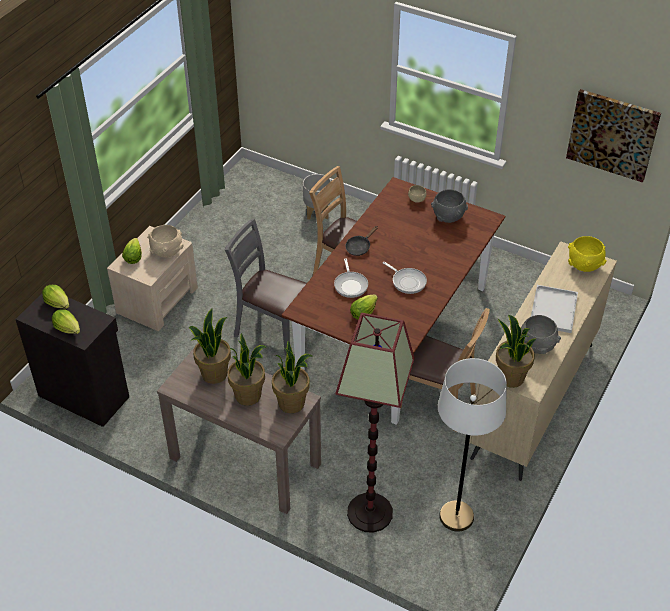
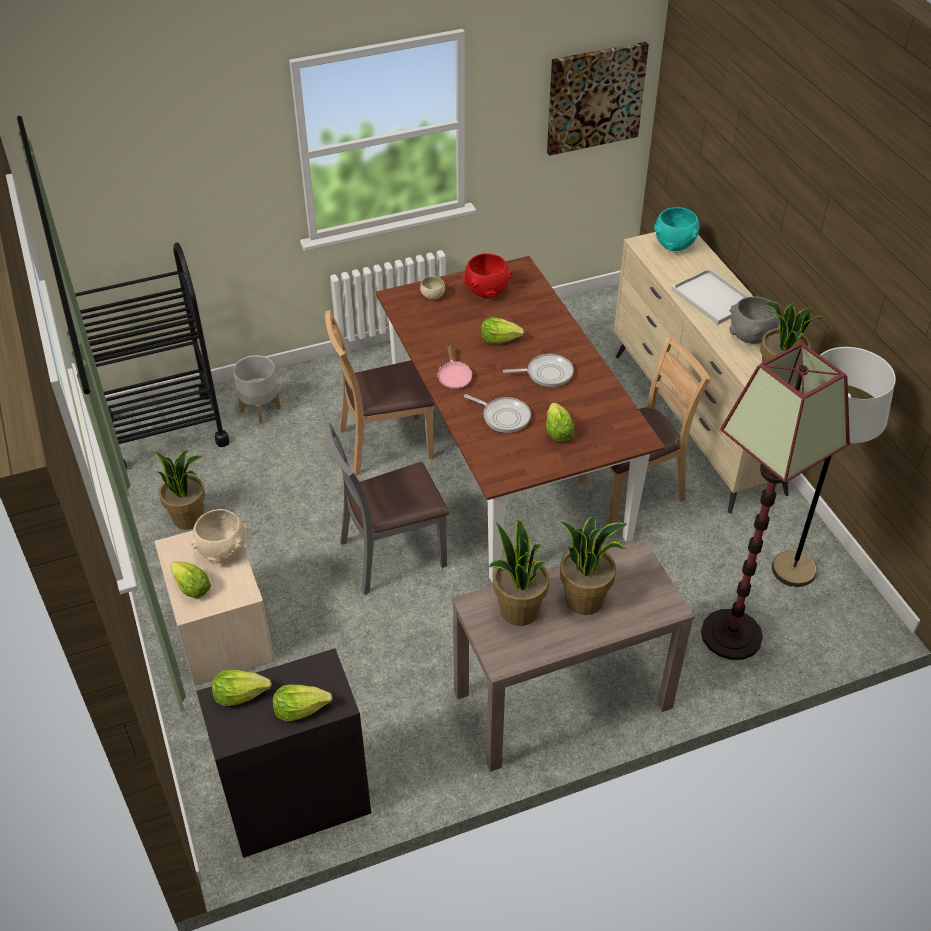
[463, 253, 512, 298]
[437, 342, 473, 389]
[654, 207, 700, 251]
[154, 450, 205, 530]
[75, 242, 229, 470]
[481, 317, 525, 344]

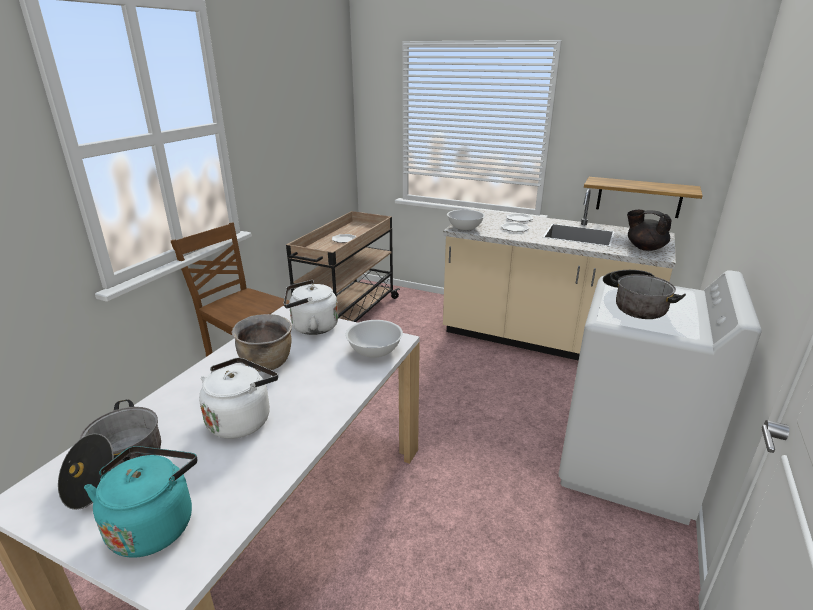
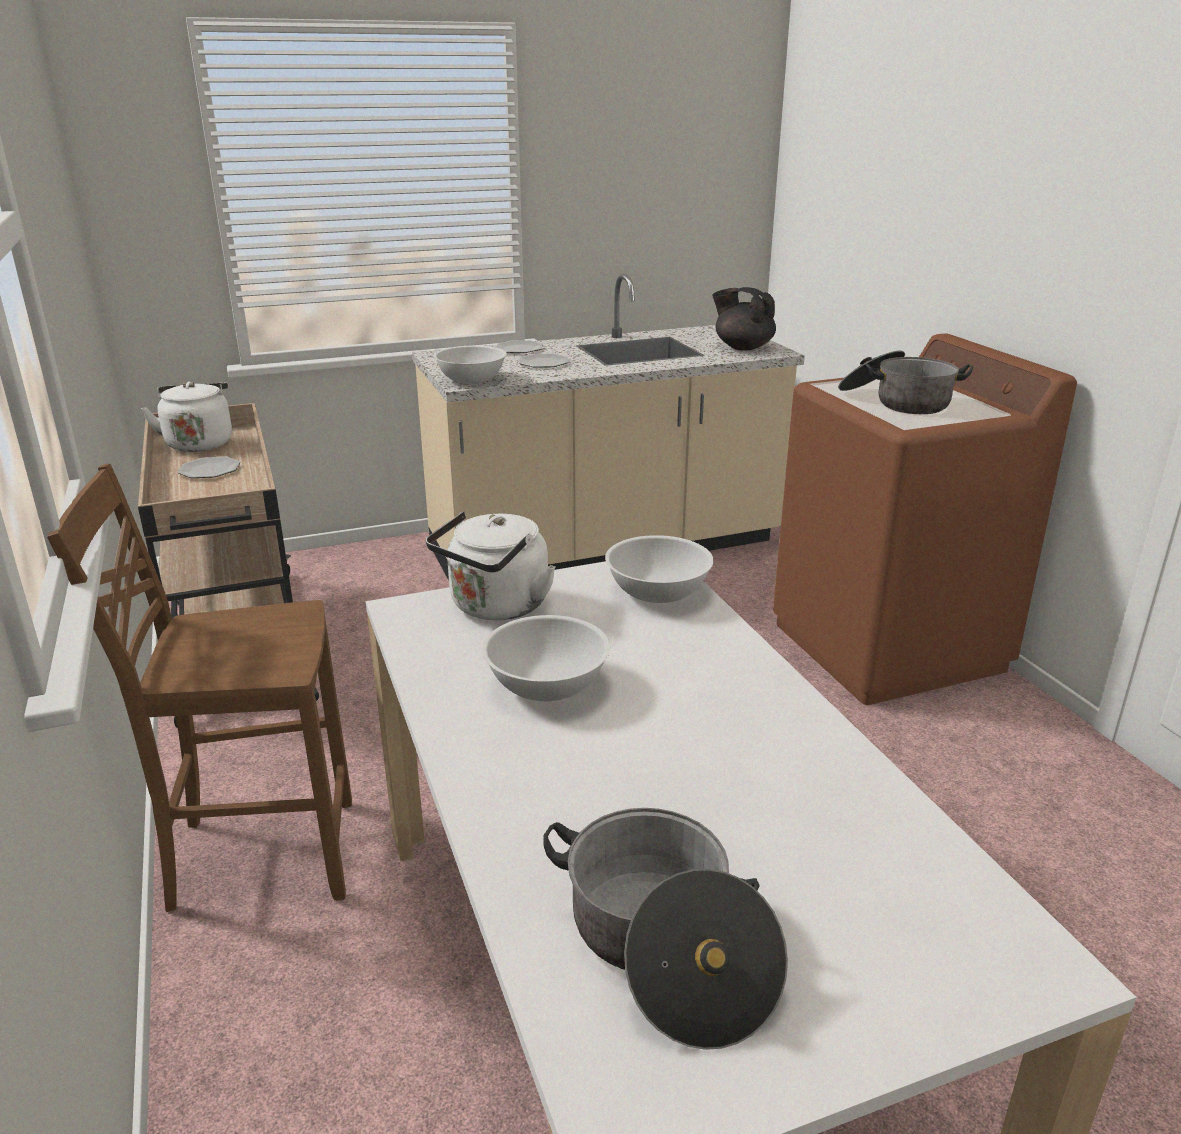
[584, 177, 703, 218] (first image)
[712, 287, 776, 350]
[773, 333, 1077, 705]
[482, 615, 610, 701]
[141, 382, 232, 452]
[84, 446, 197, 558] (first image)

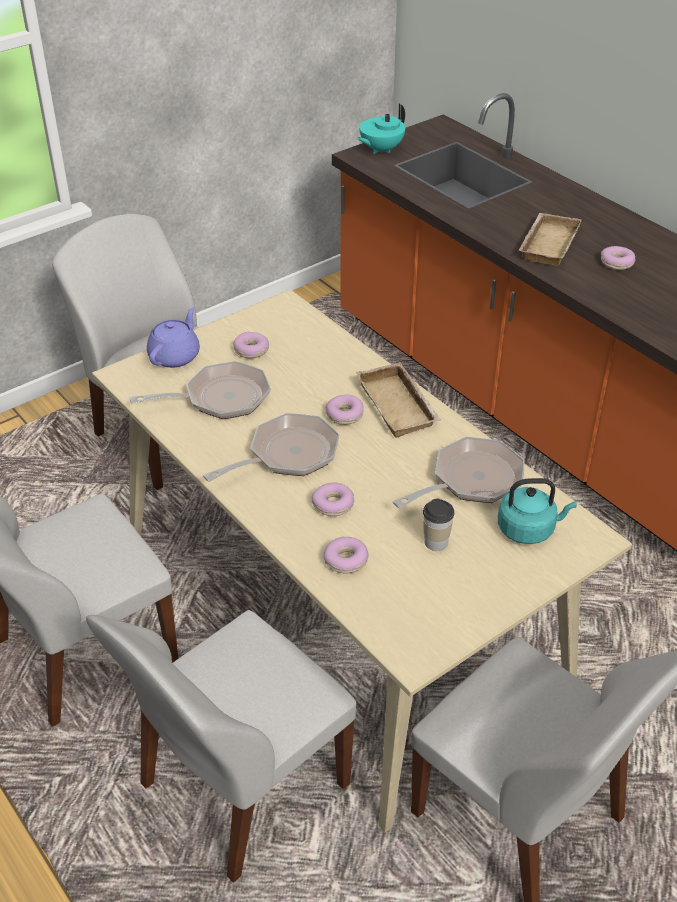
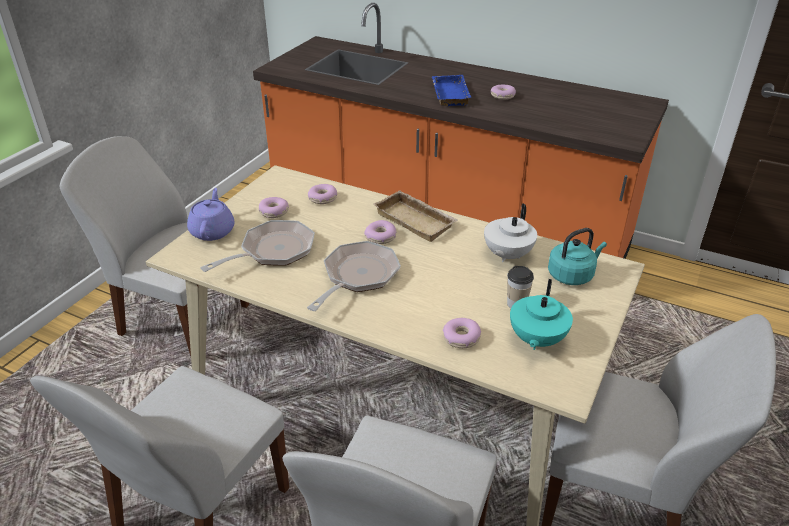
[510, 279, 573, 350]
[432, 75, 471, 106]
[484, 203, 537, 262]
[308, 184, 337, 204]

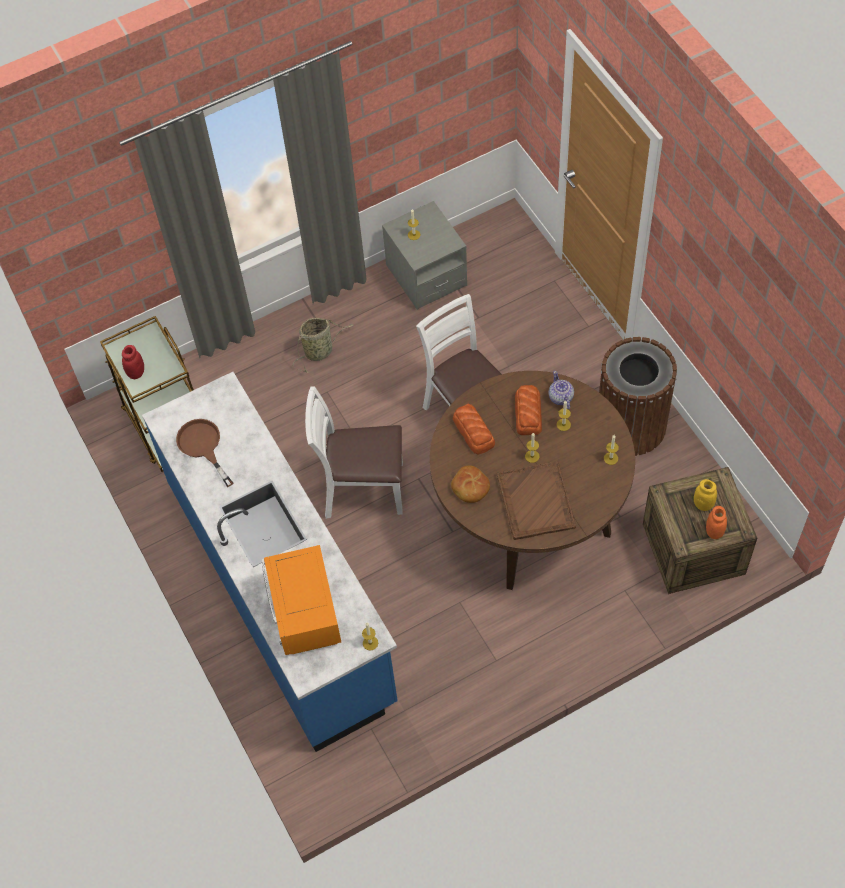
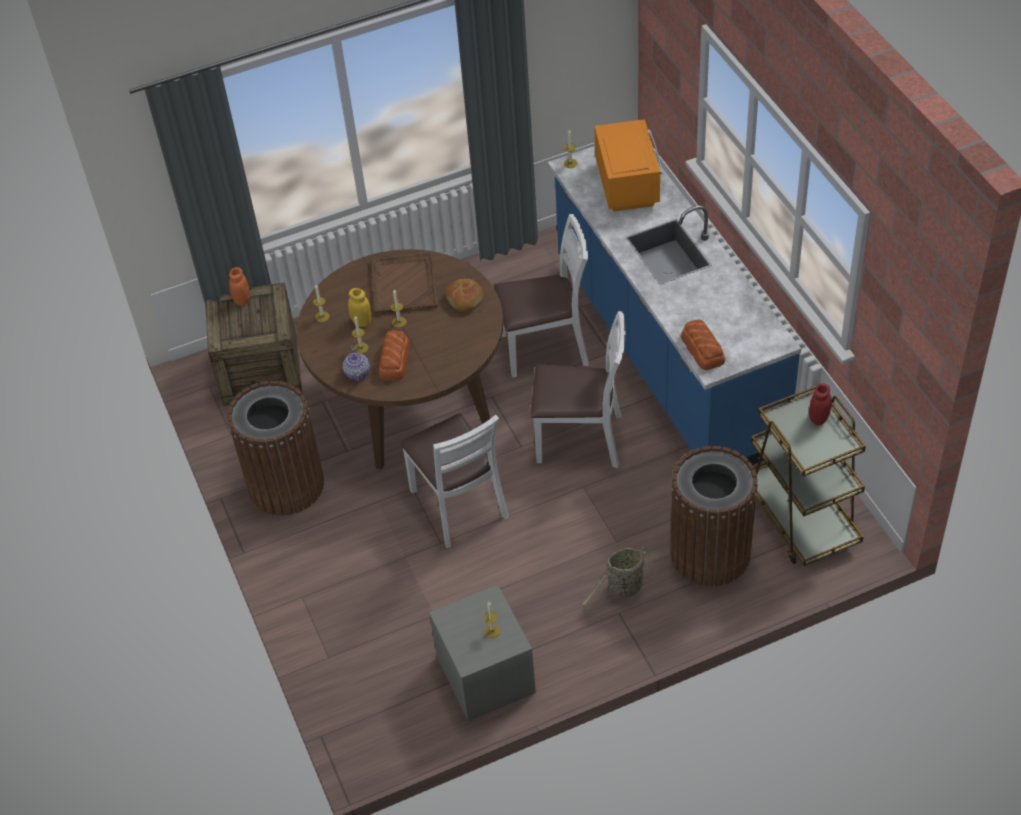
[681, 320, 725, 370]
[176, 419, 233, 487] (first image)
[348, 288, 372, 327]
[494, 214, 589, 378]
[670, 446, 758, 586]

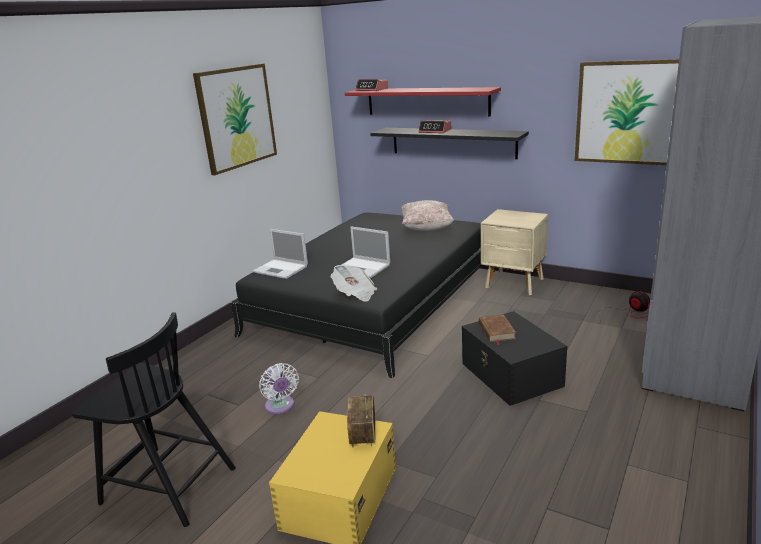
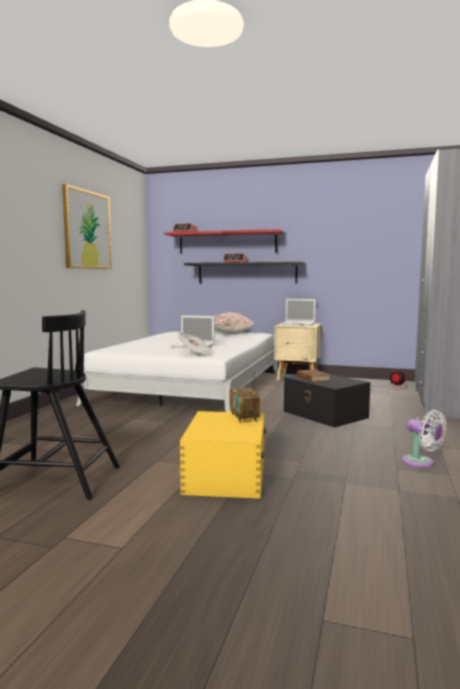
[575, 59, 679, 165] (first image)
[76, 331, 278, 412]
[281, 299, 316, 326]
[402, 410, 446, 468]

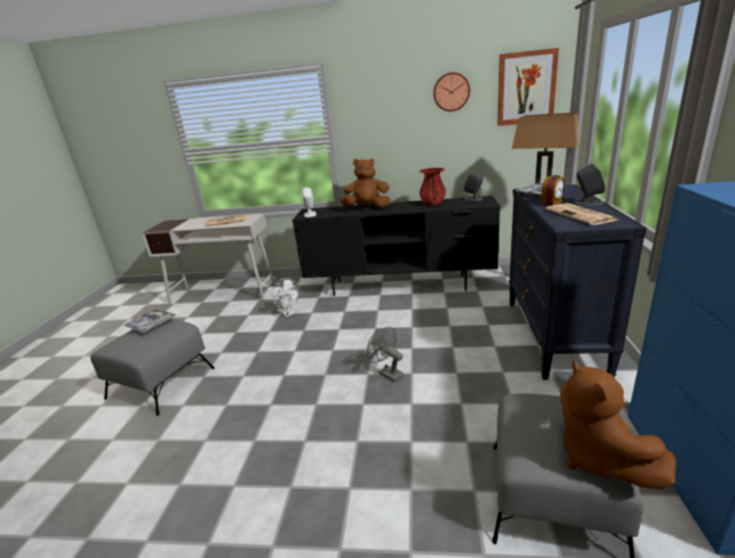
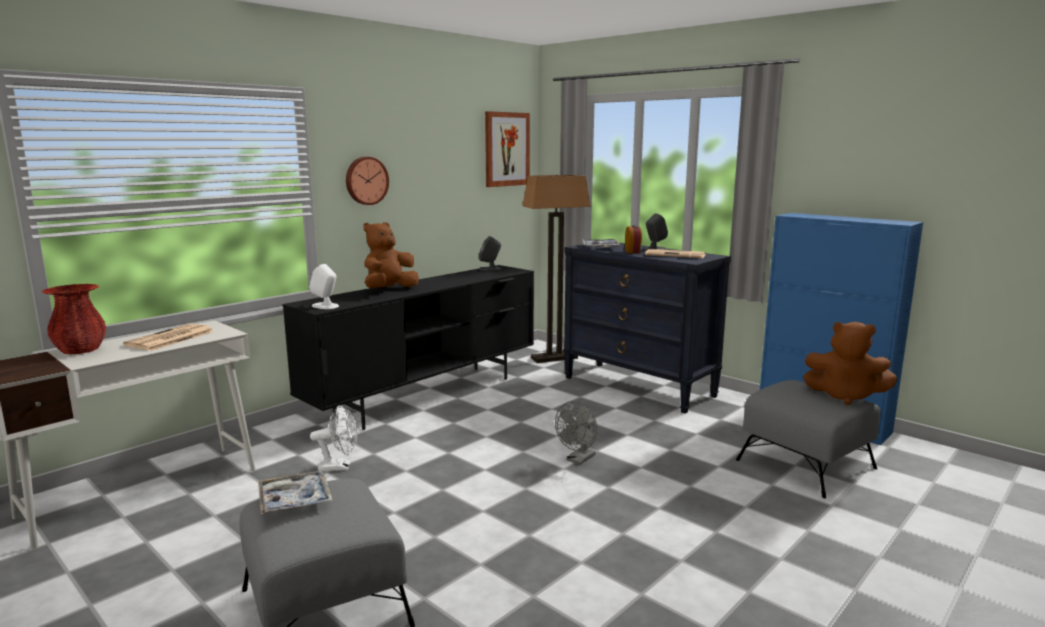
[346, 157, 389, 205]
[42, 284, 106, 354]
[555, 401, 597, 465]

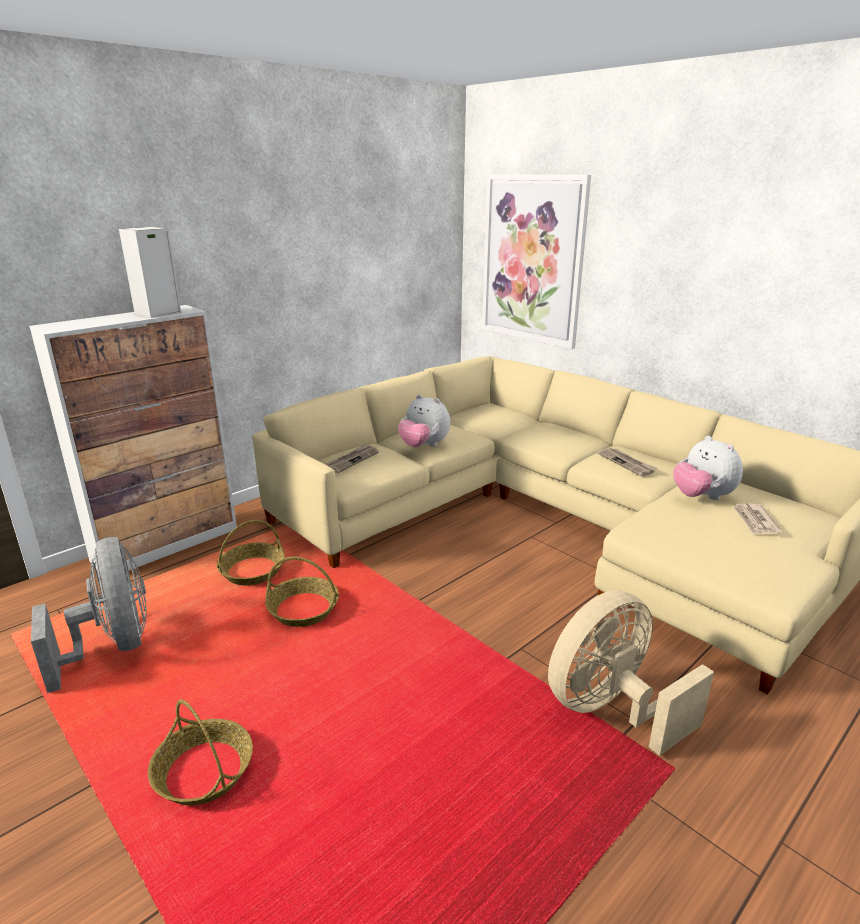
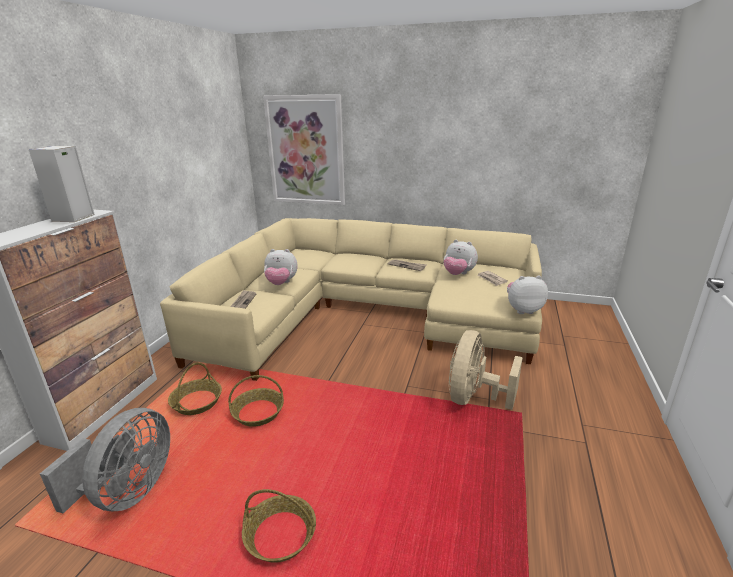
[40, 408, 170, 514]
[507, 275, 548, 314]

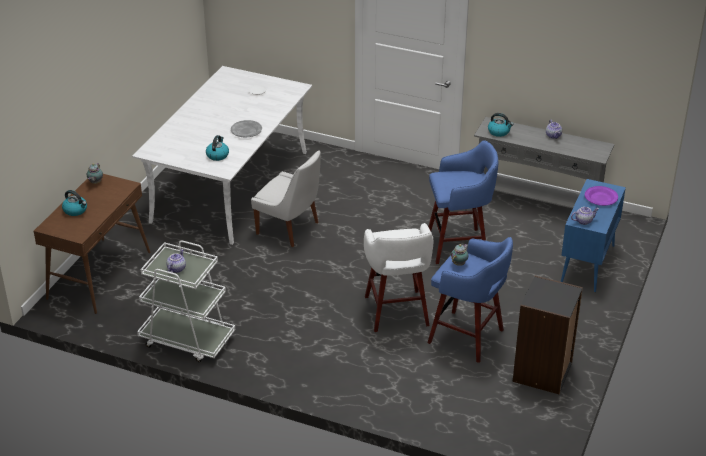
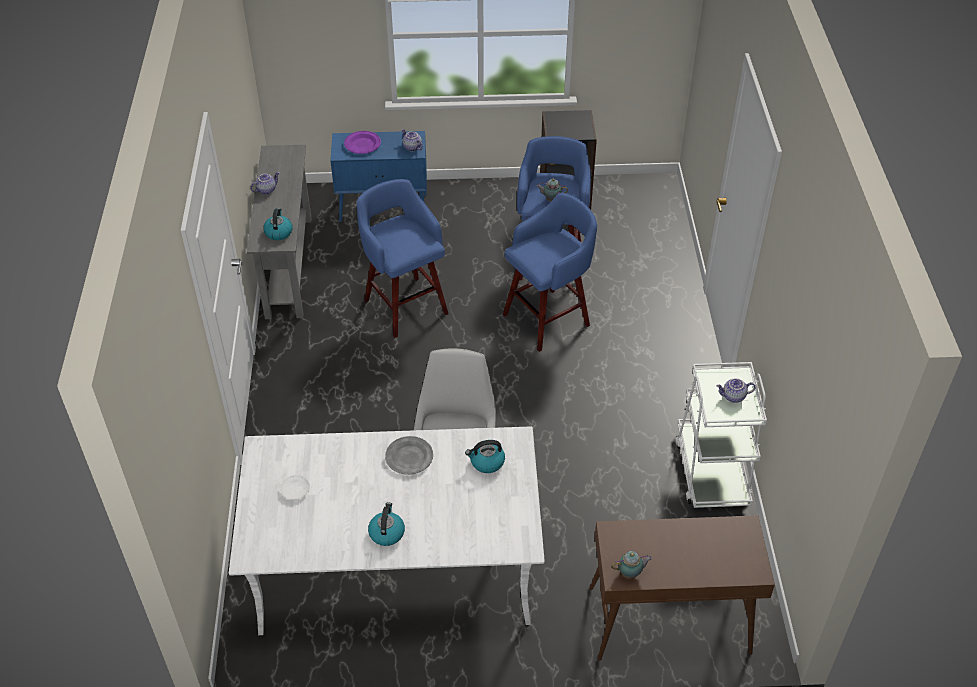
[368, 502, 405, 546]
[503, 192, 597, 352]

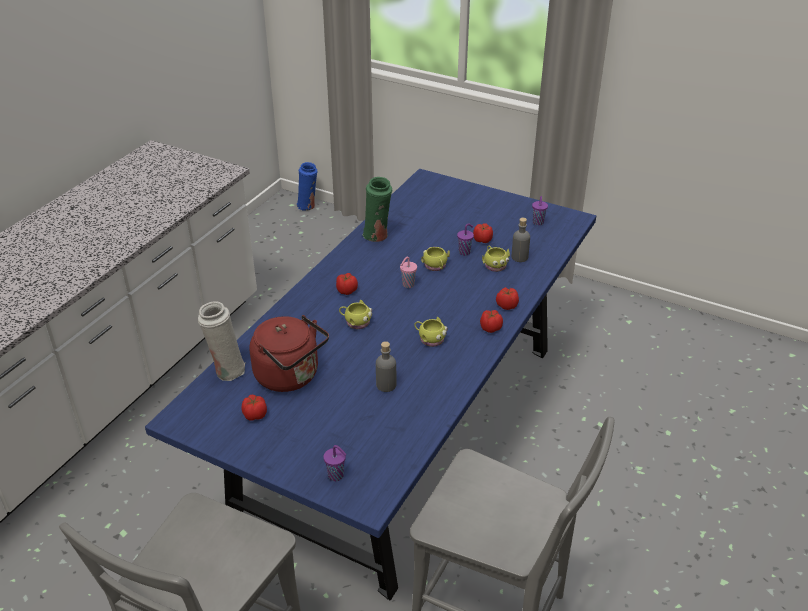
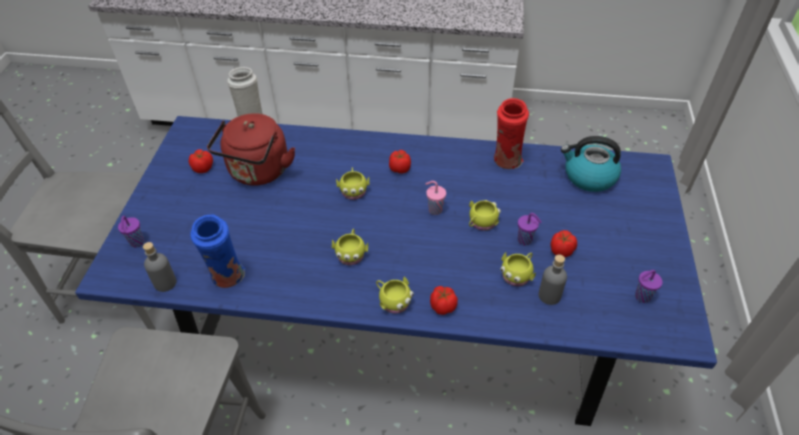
[190, 214, 245, 288]
[494, 98, 529, 169]
[376, 277, 414, 314]
[143, 242, 176, 292]
[561, 136, 621, 192]

